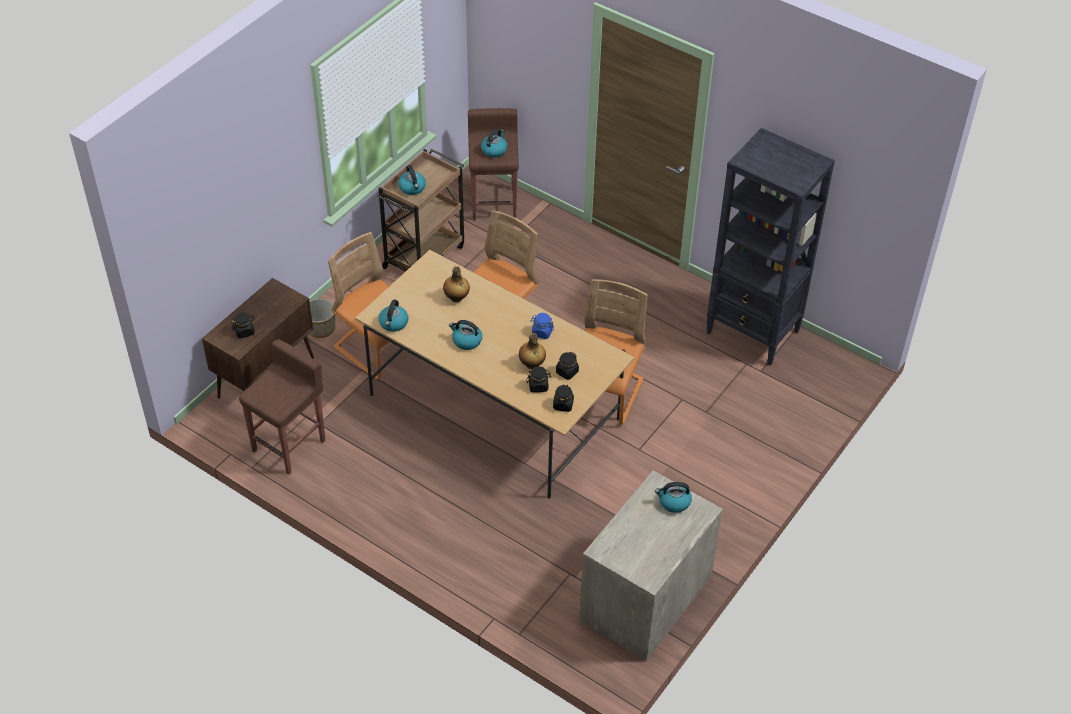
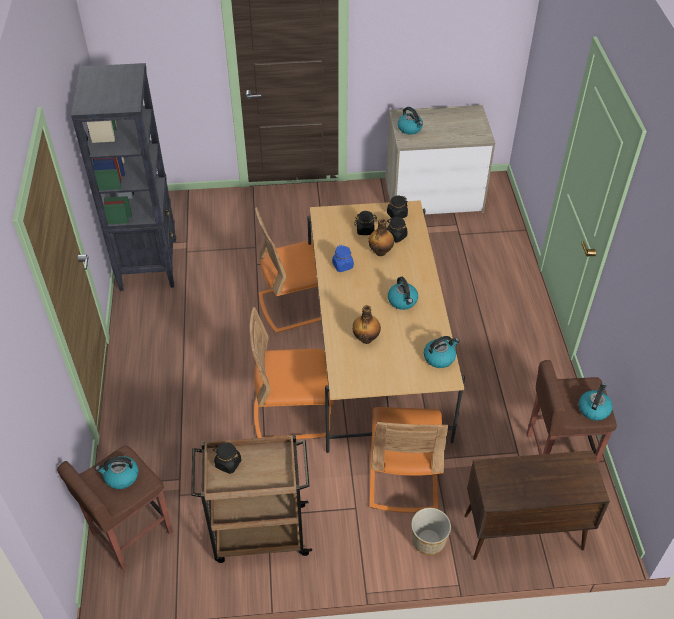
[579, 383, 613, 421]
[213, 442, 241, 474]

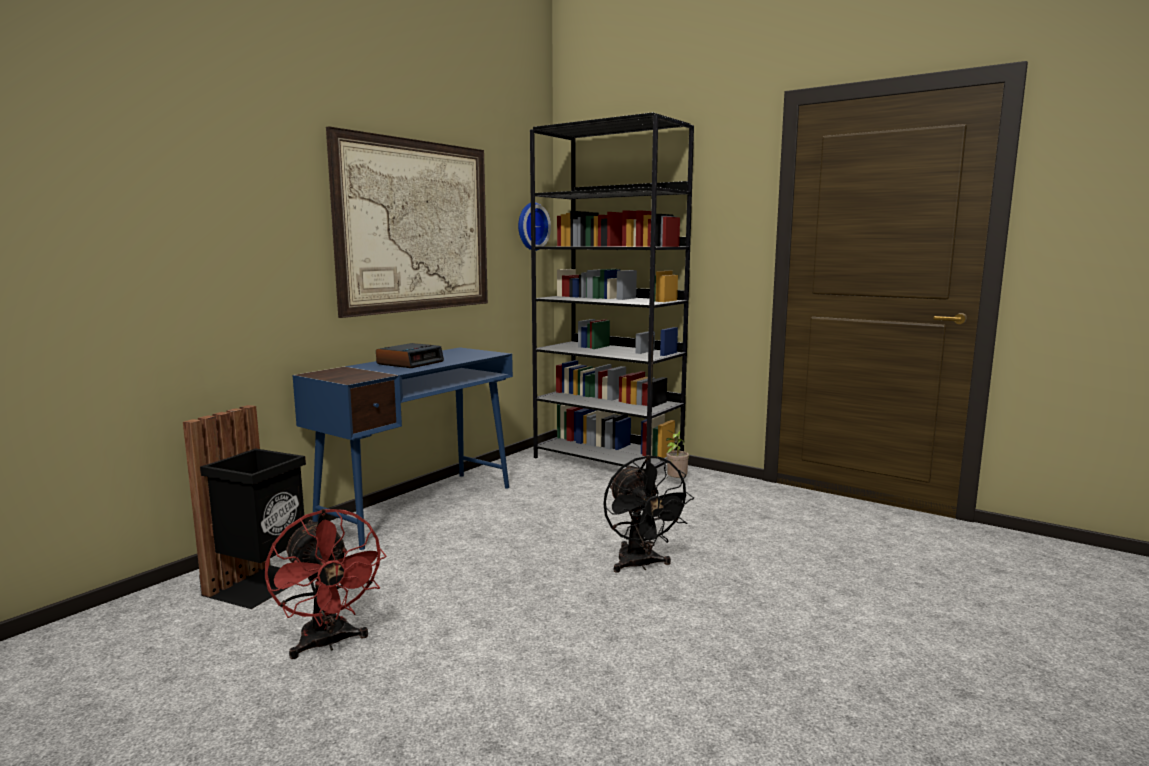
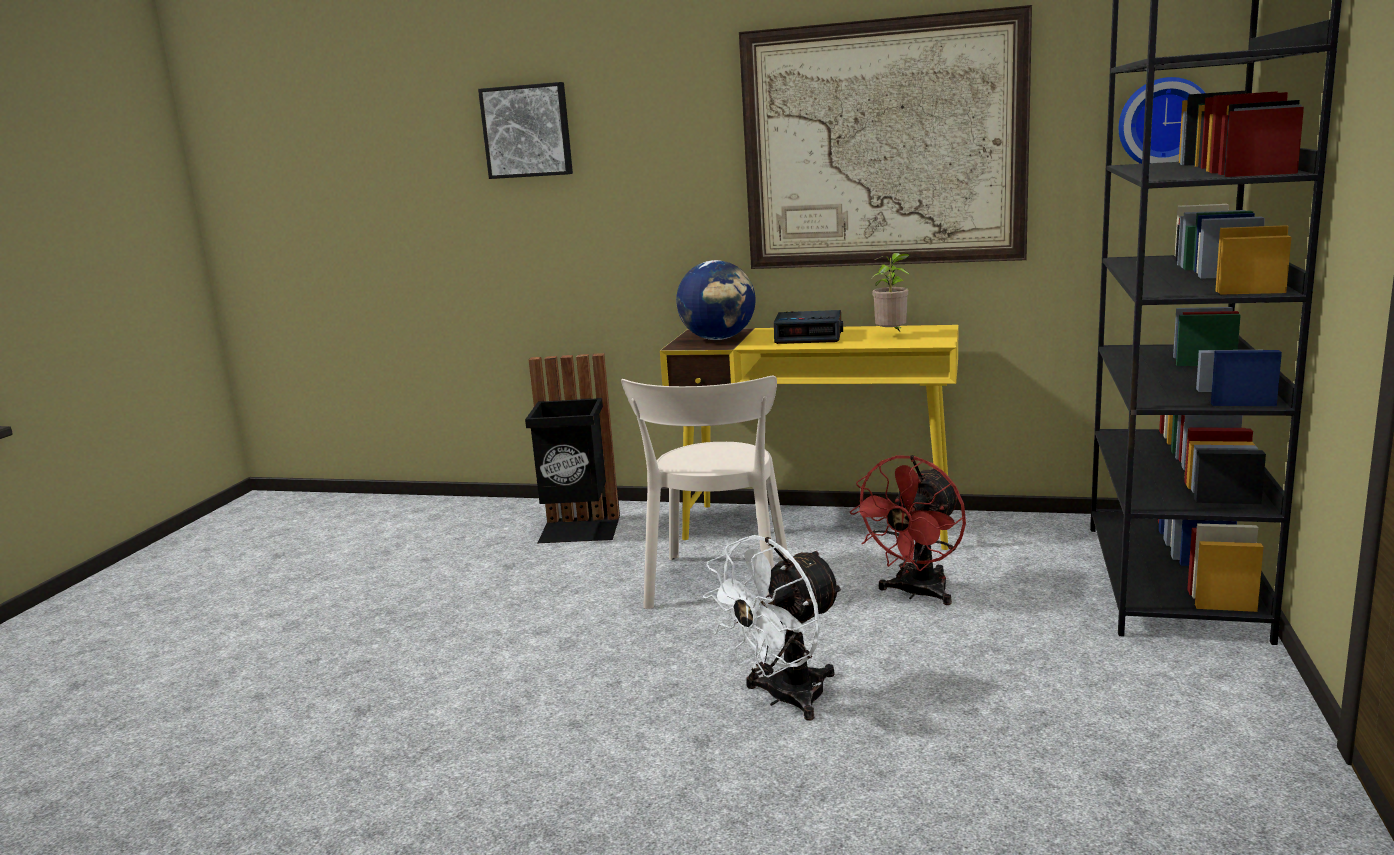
[660, 325, 958, 550]
[871, 253, 910, 331]
[703, 535, 843, 720]
[850, 455, 966, 605]
[478, 82, 573, 179]
[676, 260, 755, 340]
[621, 376, 788, 609]

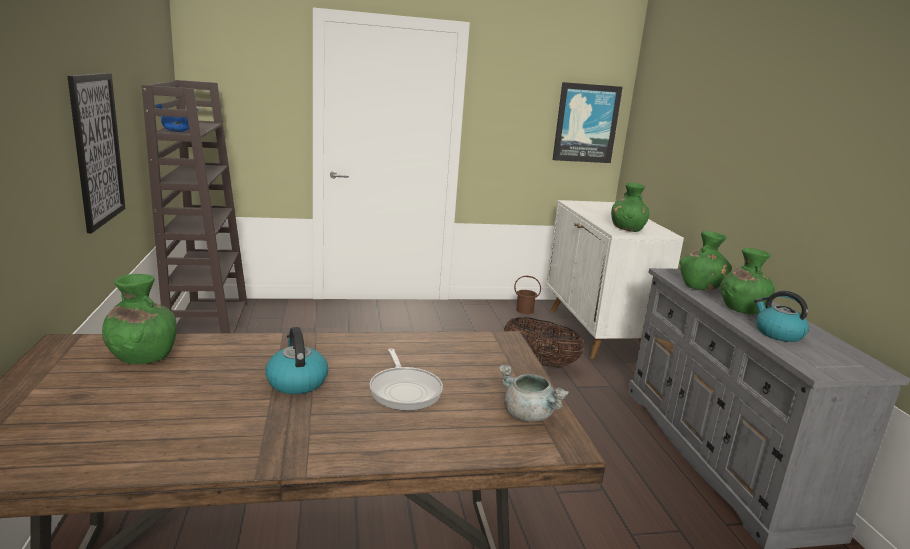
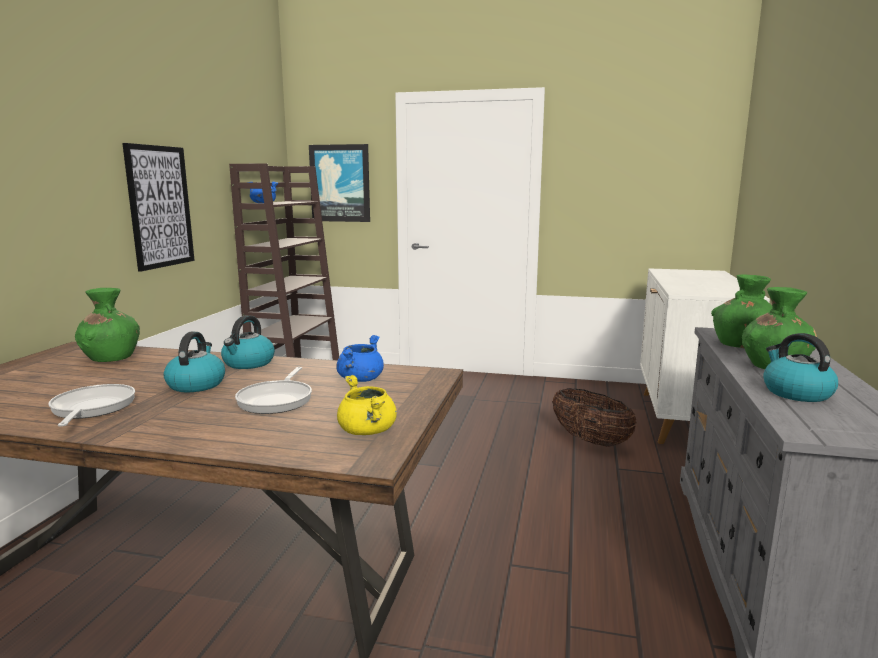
[309, 144, 370, 222]
[611, 183, 649, 232] (first image)
[514, 276, 541, 314] (first image)
[337, 375, 397, 435]
[221, 315, 275, 369]
[336, 335, 384, 382]
[48, 384, 135, 427]

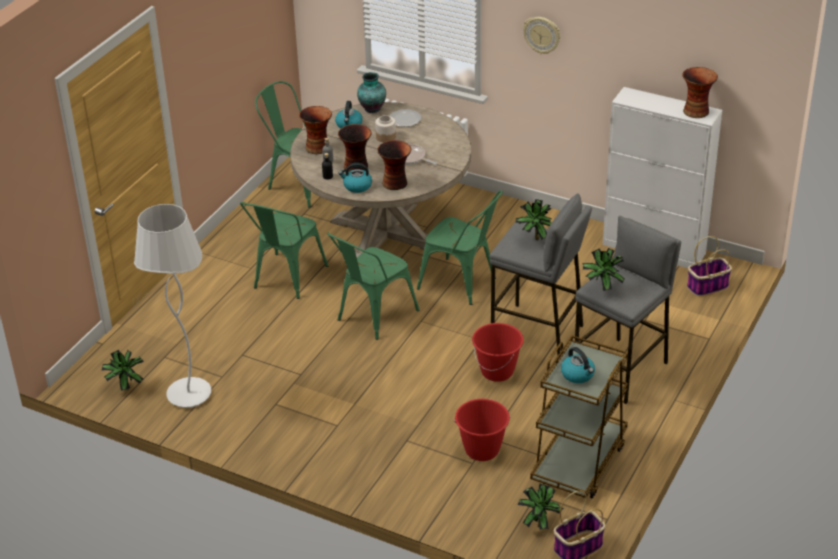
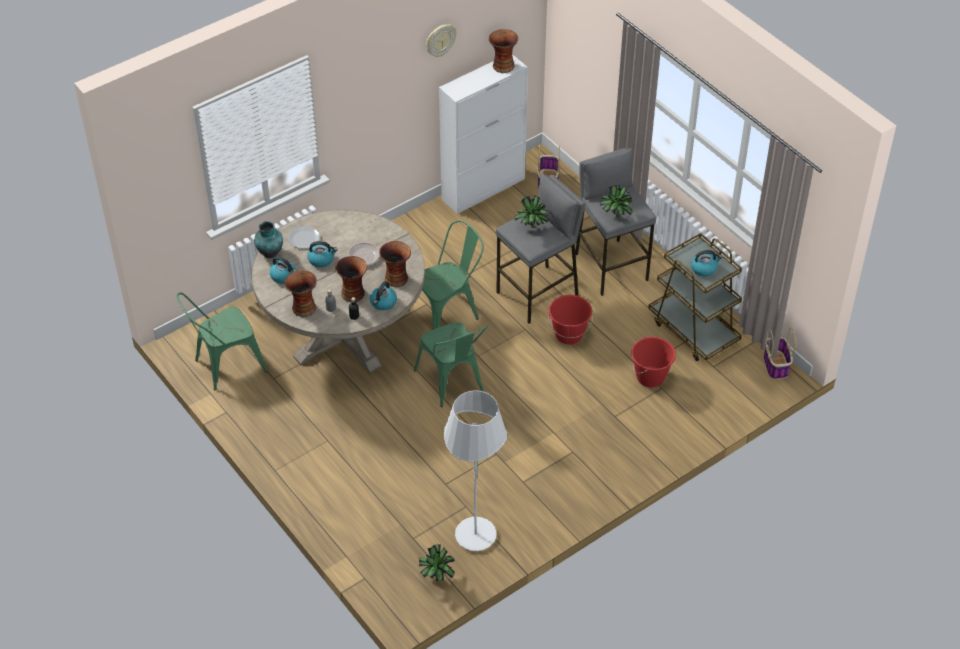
[426, 24, 457, 57]
[307, 241, 338, 267]
[240, 202, 328, 299] (first image)
[518, 484, 564, 530] (first image)

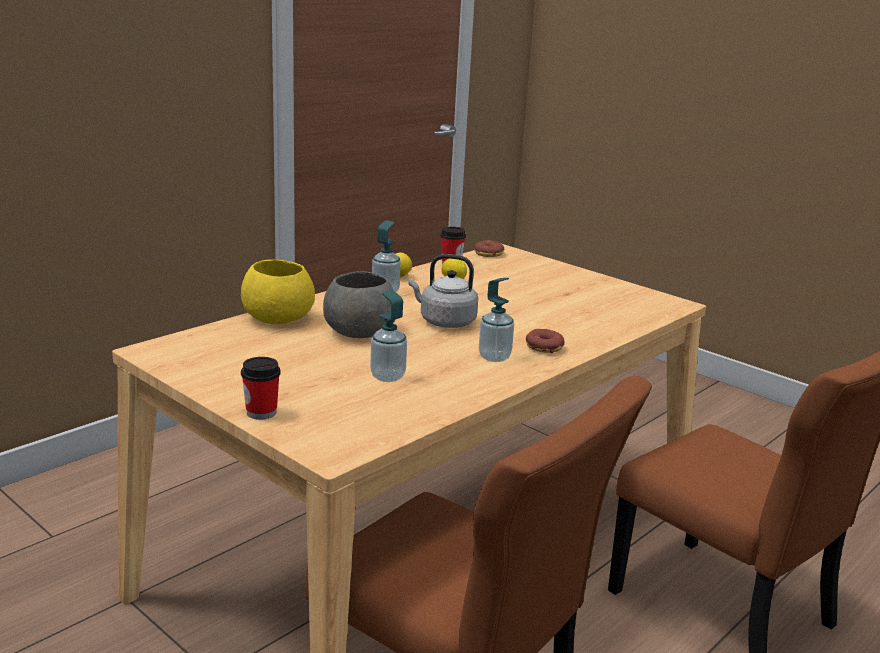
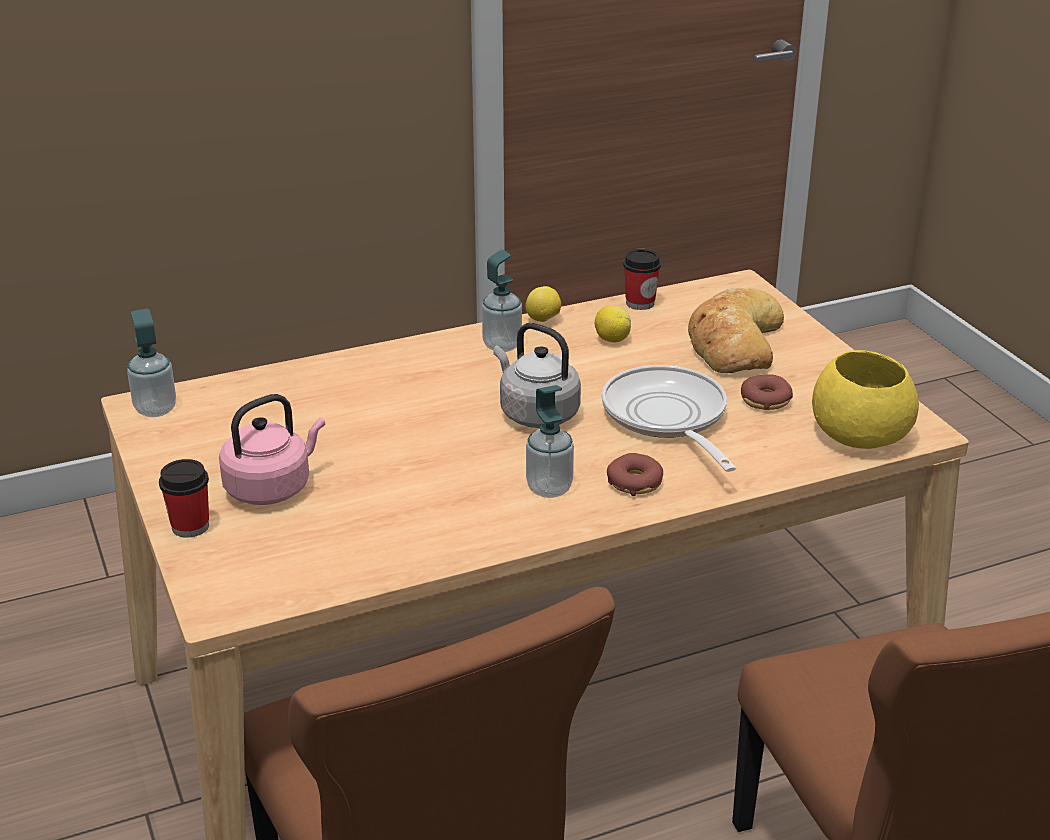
[741, 375, 793, 410]
[812, 350, 919, 449]
[323, 271, 394, 338] (first image)
[127, 309, 176, 417]
[688, 288, 784, 373]
[602, 365, 736, 472]
[219, 394, 325, 505]

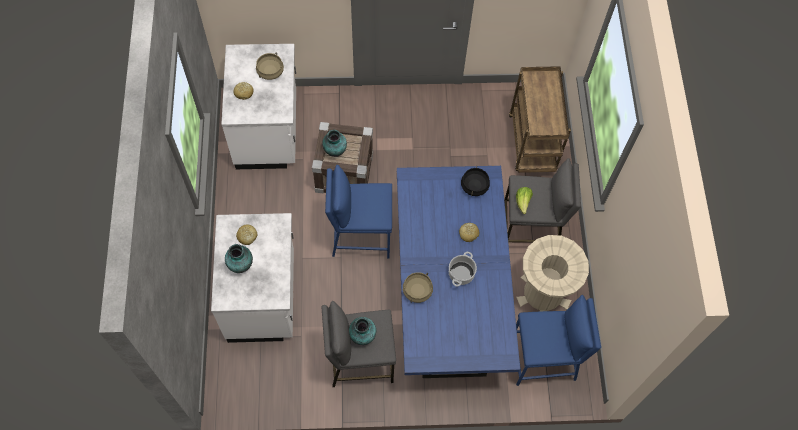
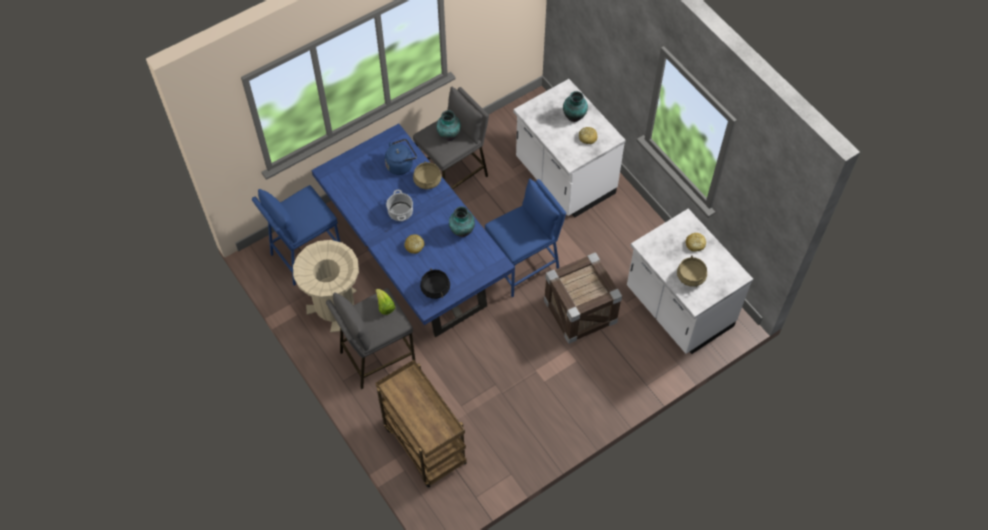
[449, 206, 475, 237]
[385, 139, 417, 175]

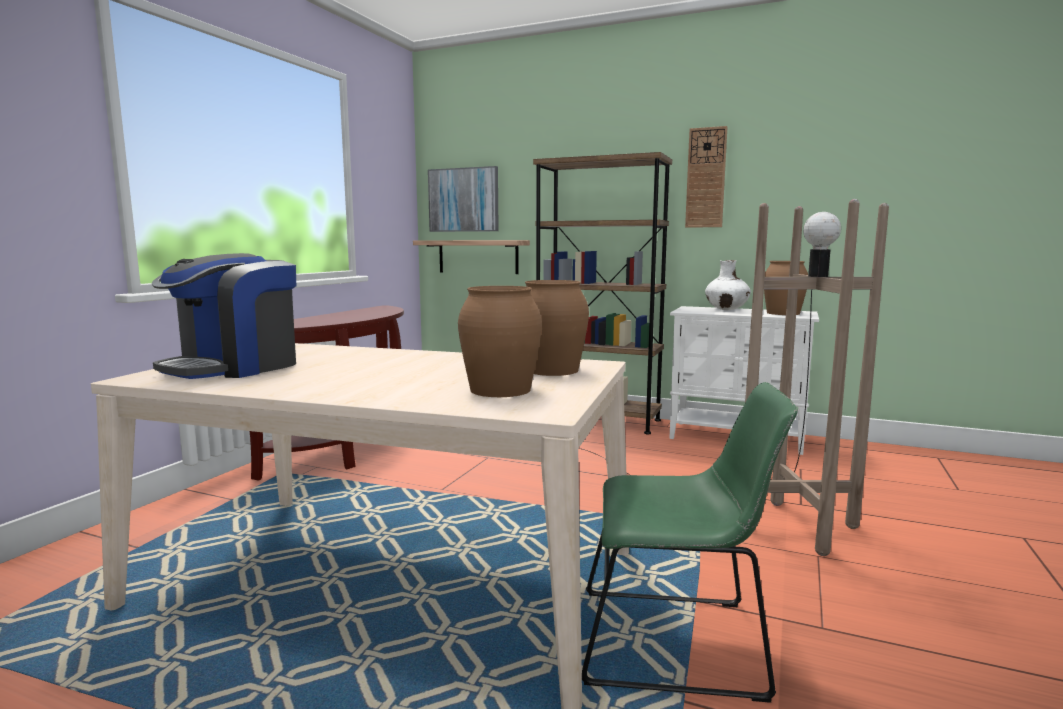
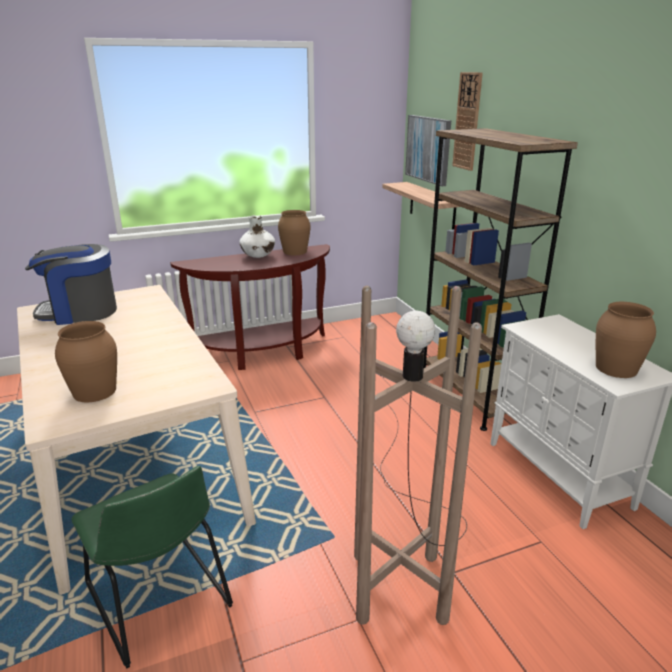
[452, 72, 483, 171]
[239, 215, 275, 258]
[278, 210, 310, 255]

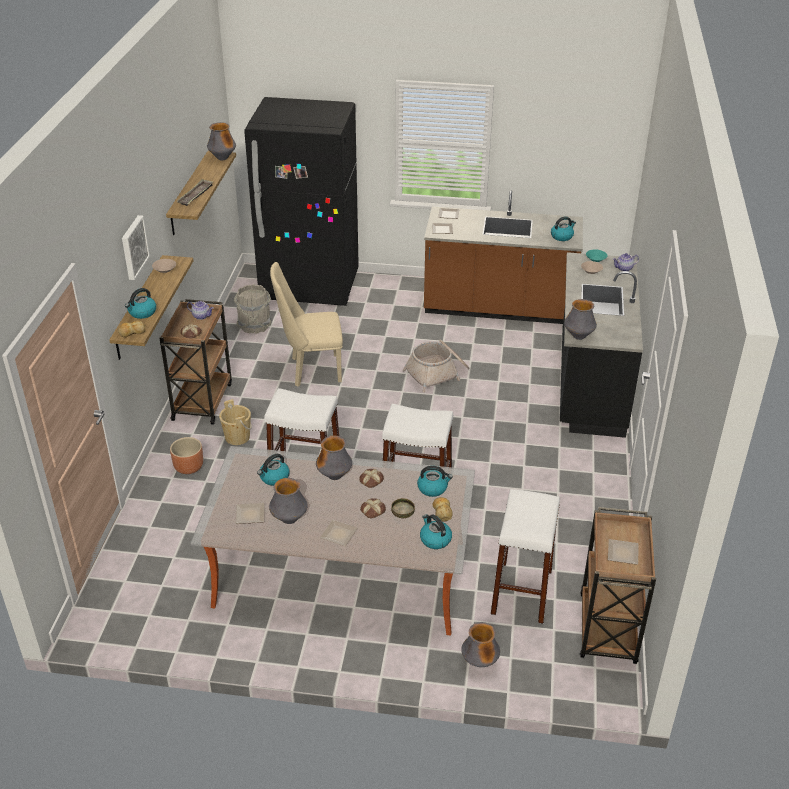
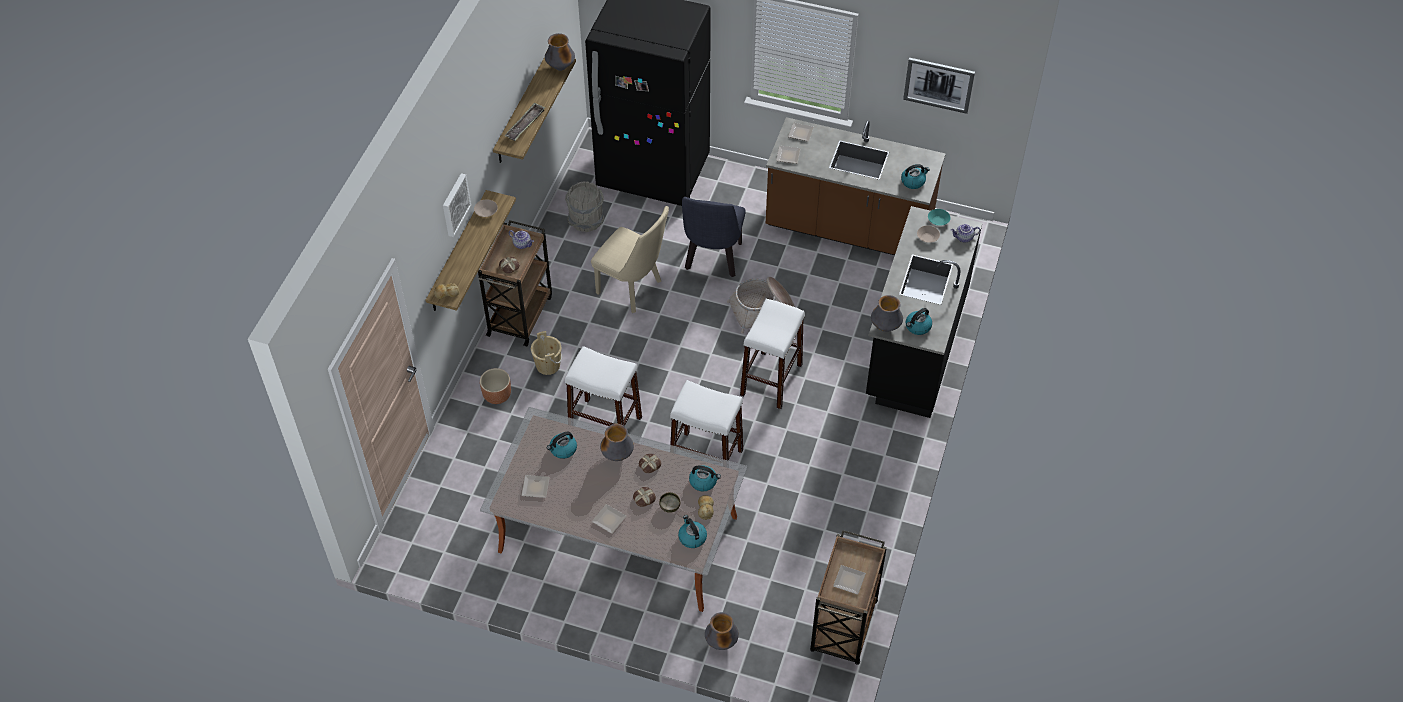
[591, 206, 669, 313]
[906, 308, 932, 335]
[269, 478, 308, 524] (first image)
[740, 299, 805, 409]
[903, 58, 975, 114]
[682, 197, 746, 277]

